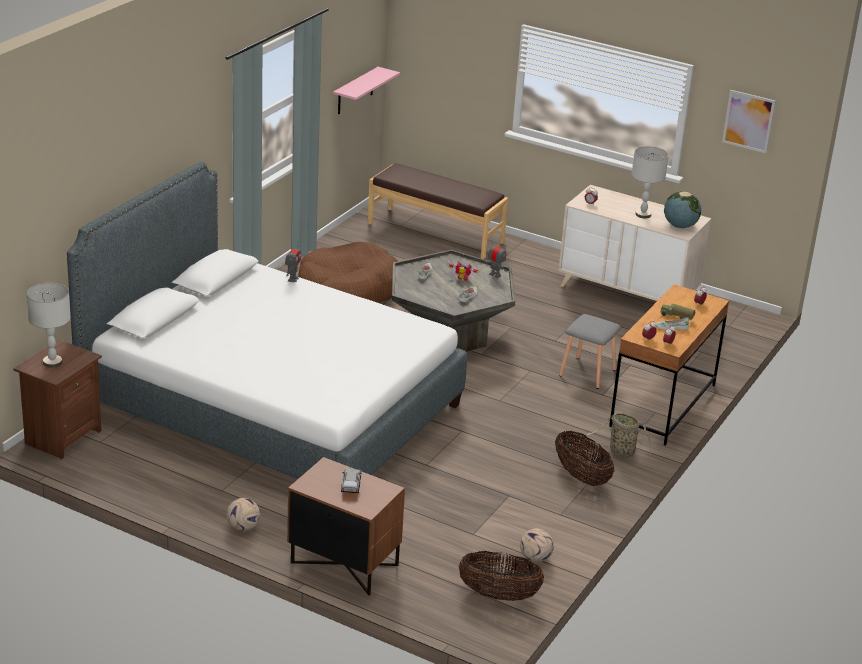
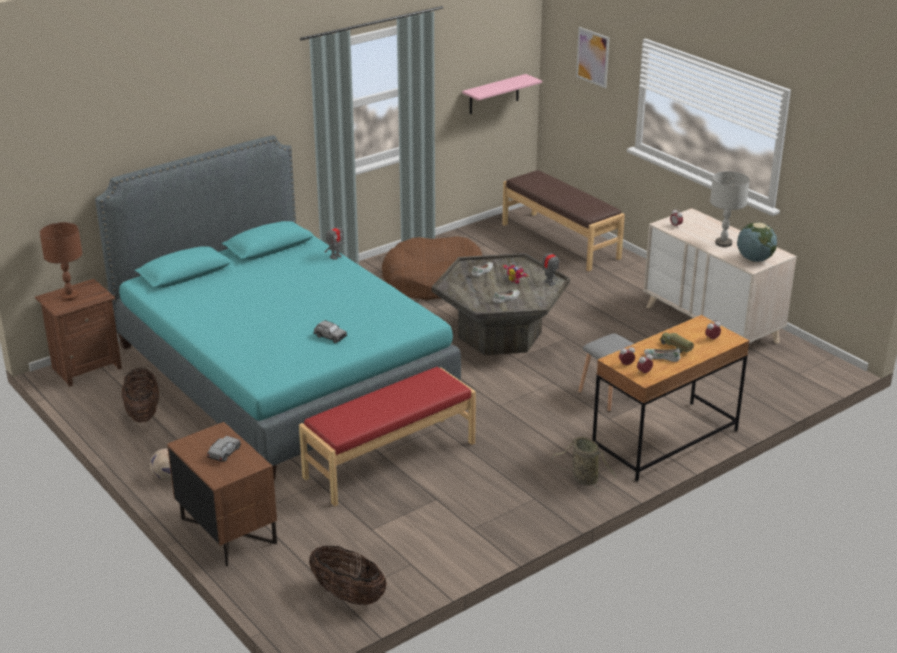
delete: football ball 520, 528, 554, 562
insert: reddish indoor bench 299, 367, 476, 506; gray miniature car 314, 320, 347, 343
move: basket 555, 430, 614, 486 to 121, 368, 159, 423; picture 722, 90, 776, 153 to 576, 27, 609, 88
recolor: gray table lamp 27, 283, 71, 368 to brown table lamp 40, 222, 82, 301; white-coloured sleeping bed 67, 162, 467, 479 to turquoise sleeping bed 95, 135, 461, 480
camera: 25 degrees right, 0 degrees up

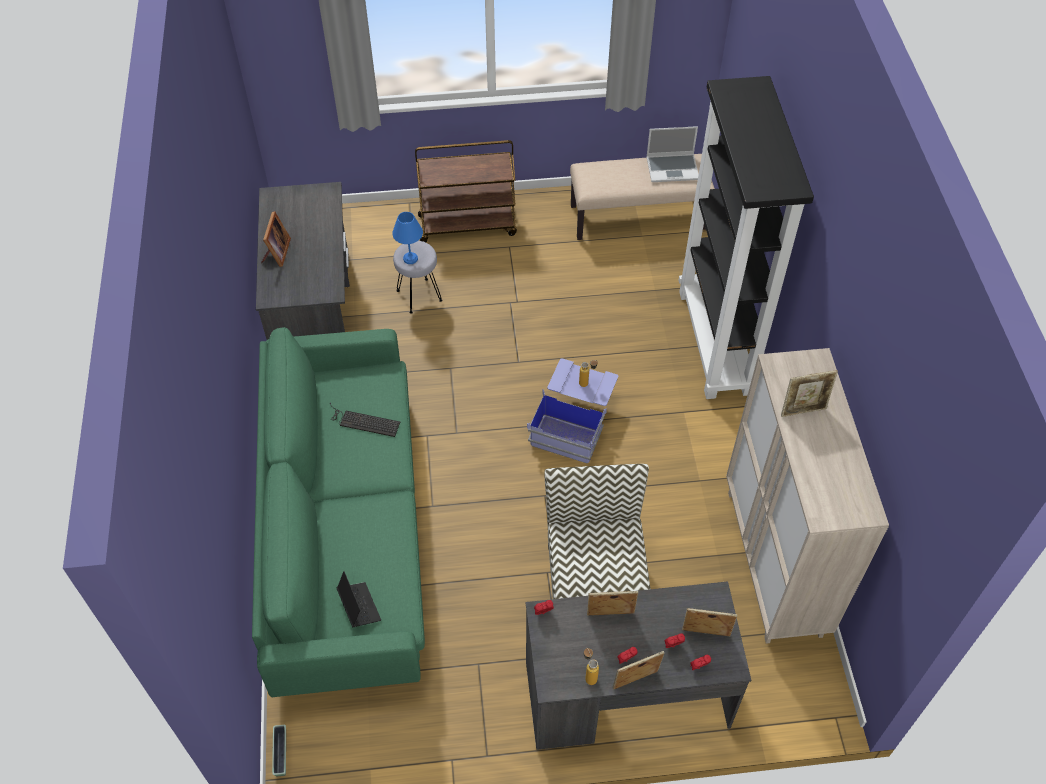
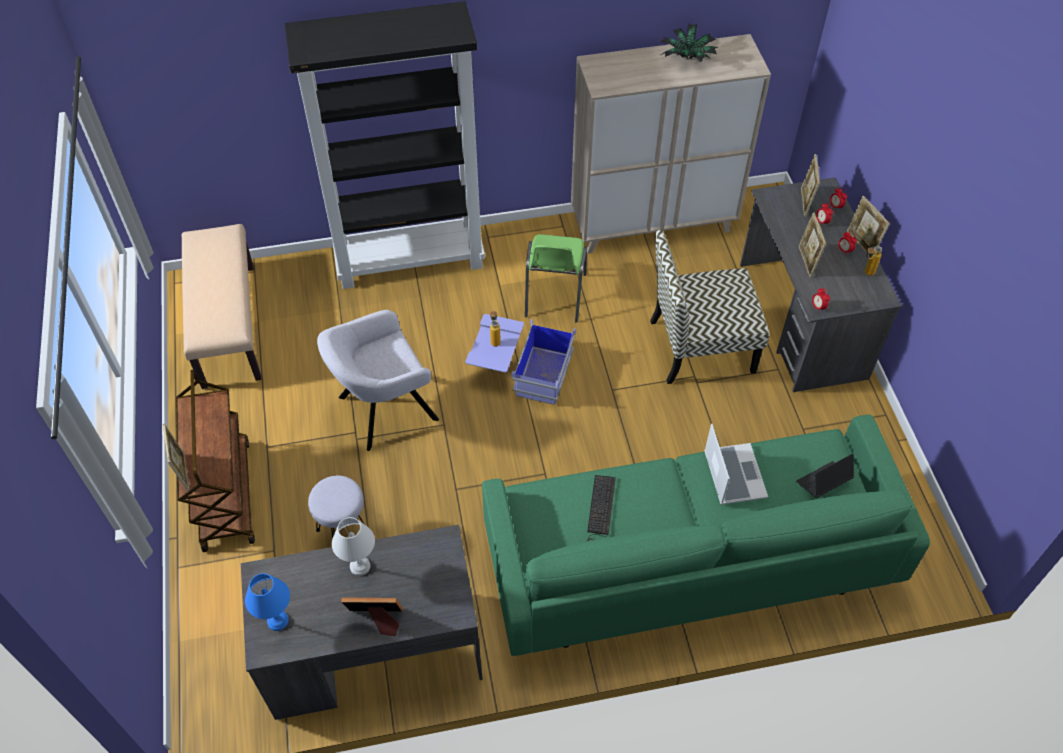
delete: flower pot 272, 725, 286, 776
insert: gray armchair 317, 310, 439, 451; white-coloured table lamp 332, 517, 375, 576; green chair 525, 234, 587, 323; houseplant 661, 23, 718, 62
move: blue table lamp 392, 212, 423, 264 to 245, 573, 290, 631; laptop 646, 126, 699, 182 to 704, 424, 768, 505; picture frame 781, 370, 838, 417 to 163, 424, 190, 491
camera: 95 degrees left, 0 degrees up

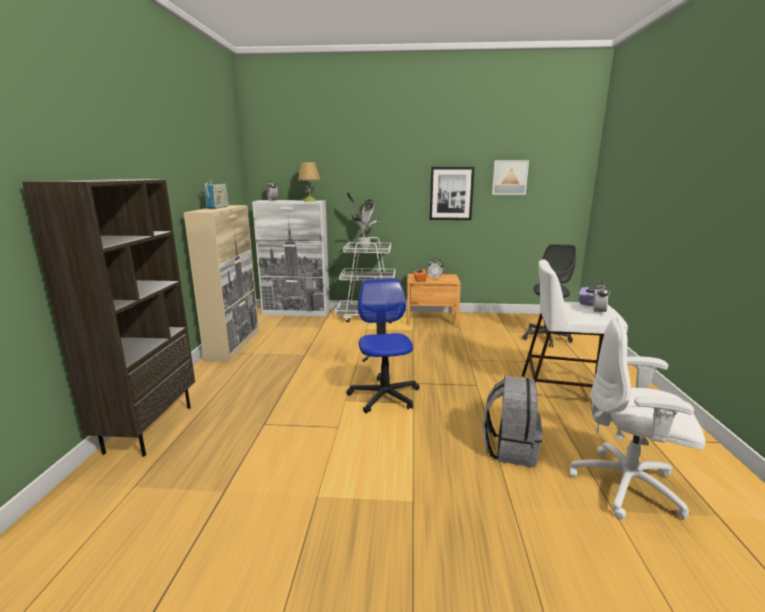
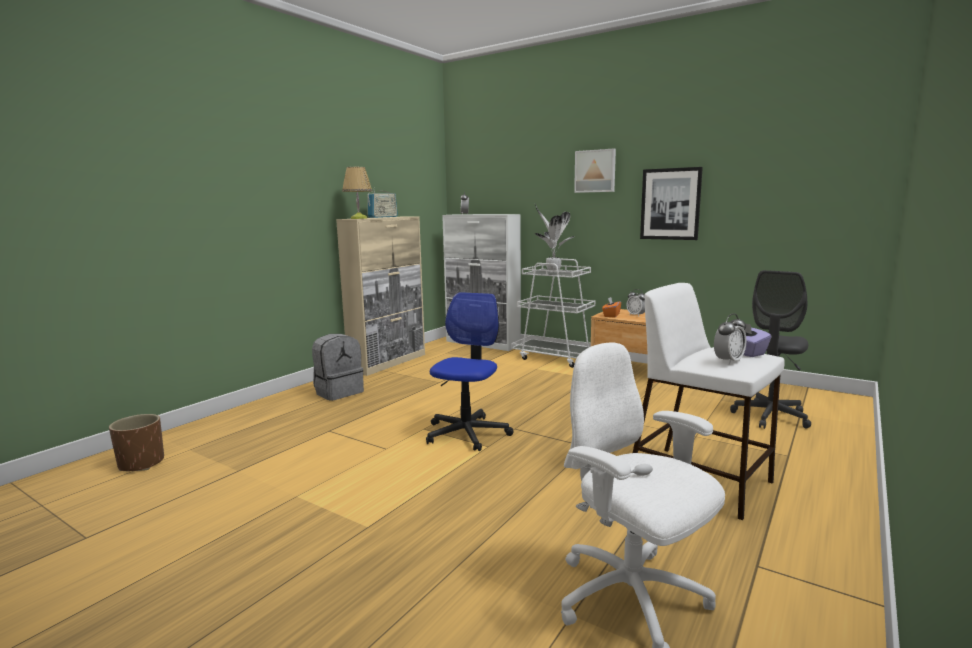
delete: brown bookcase 22, 179, 195, 457
insert: brown flower pot 109, 414, 164, 471
move: table lamp 298, 162, 320, 202 to 342, 167, 372, 219; gray rucksack 483, 376, 543, 467 to 312, 334, 364, 401; picture 492, 160, 529, 195 to 574, 148, 616, 193
camera: 30 degrees right, 5 degrees down

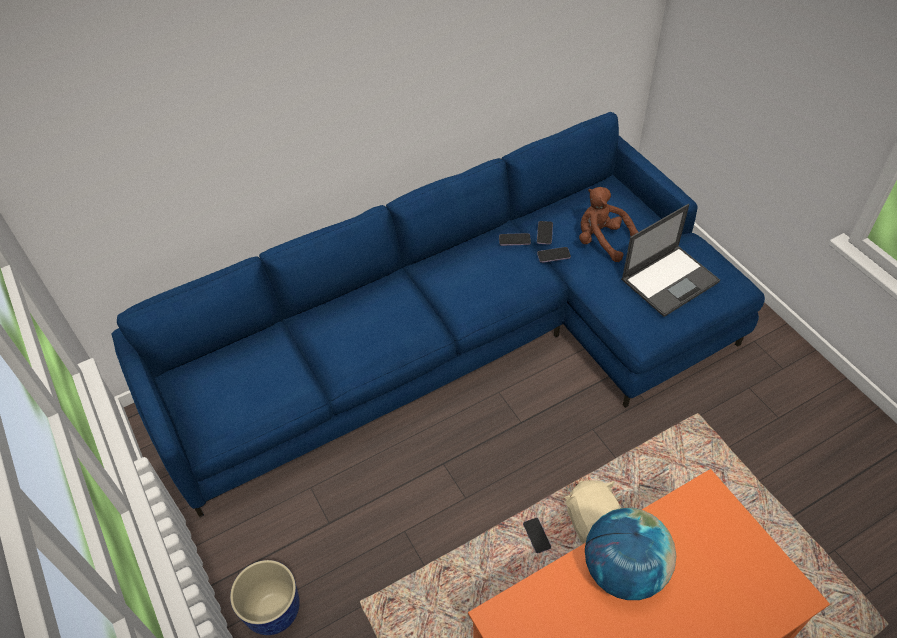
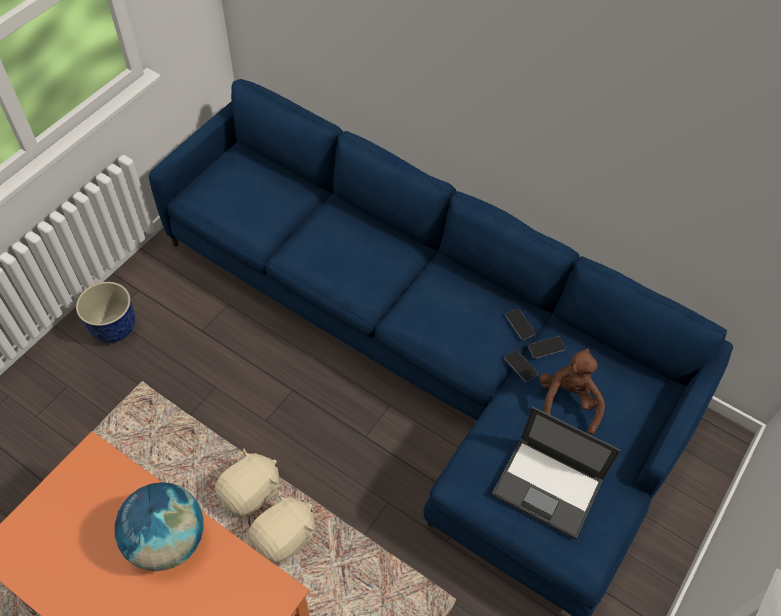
replace: phone 523, 518, 551, 553 to sand-coloured cuddly toy 215, 448, 279, 517
camera: 60 degrees right, 5 degrees up

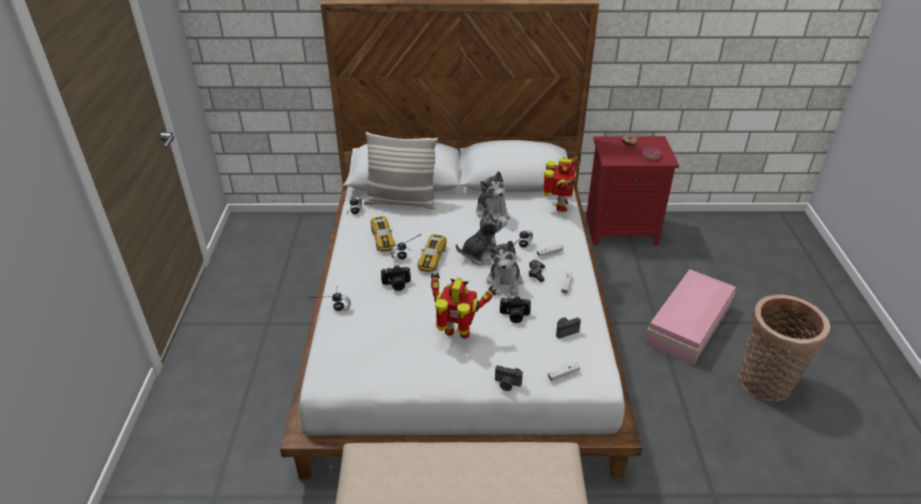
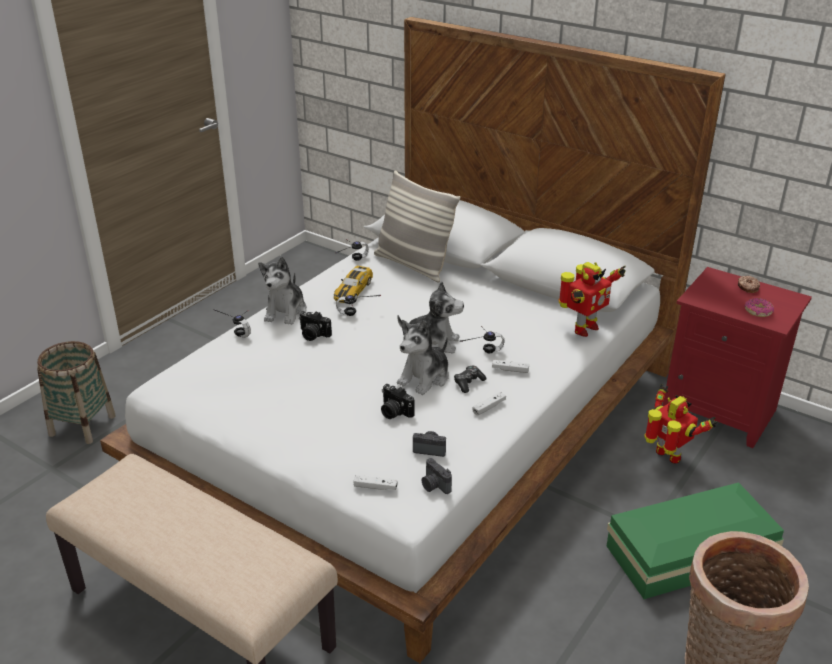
delete: miniature car 417, 234, 447, 272
insert: basket 37, 341, 116, 444
move: toy robot 431, 273, 497, 338 to 644, 384, 717, 464; cuddly toy 476, 171, 510, 220 to 258, 257, 307, 325; still camera 495, 366, 523, 391 to 422, 458, 452, 494
recolor: pinkish storage box 646, 269, 736, 366 to green storage box 607, 482, 784, 599
camera: 35 degrees right, 5 degrees down

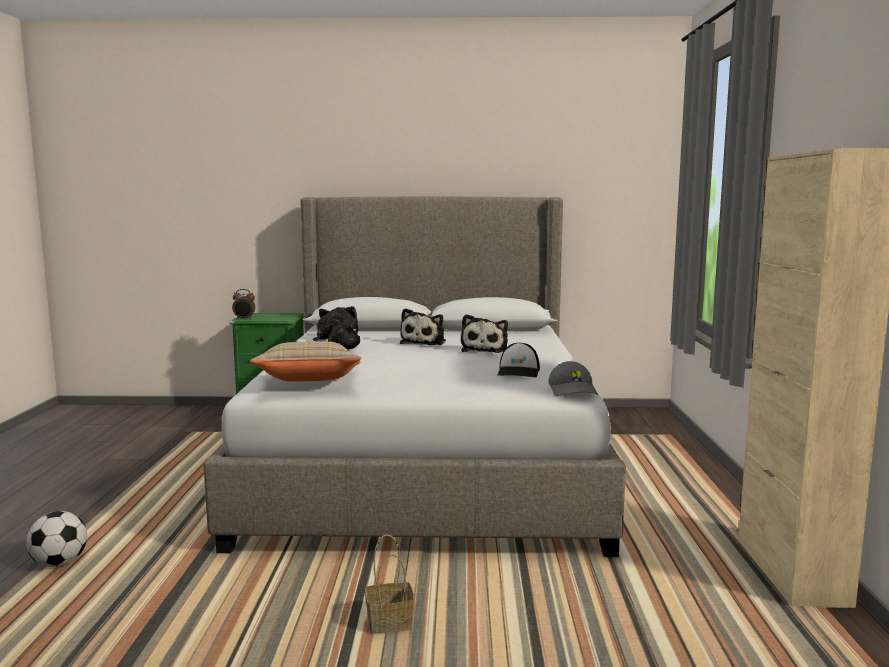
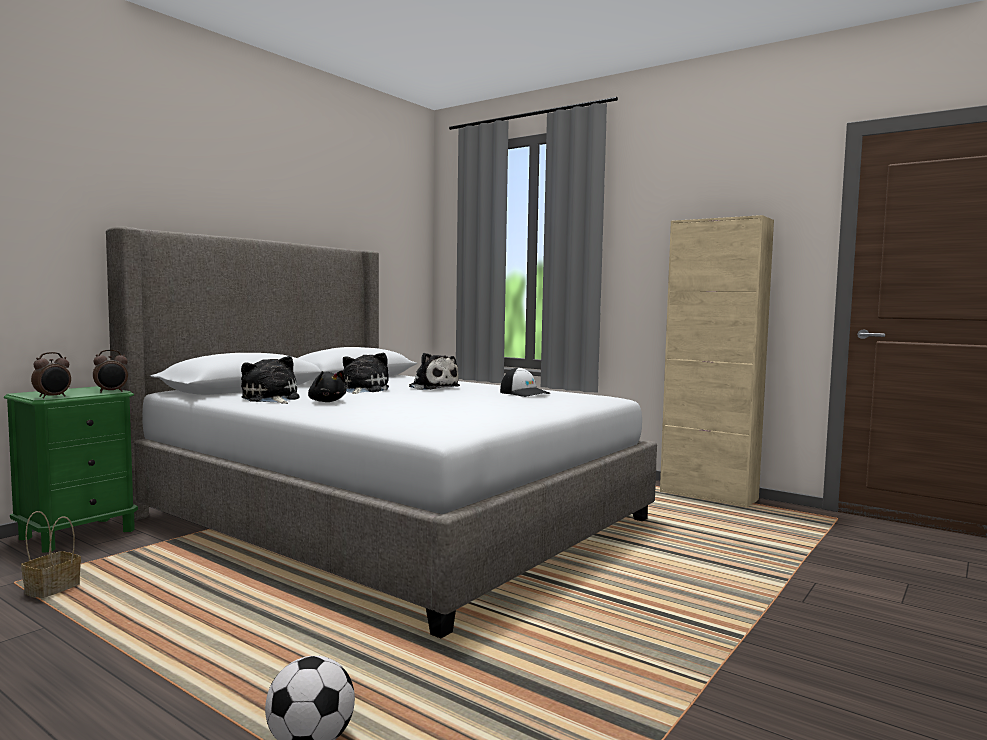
delete: sand-coloured throw pillow 250, 341, 362, 382; gray peaked cap 548, 361, 598, 396
insert: bedside clock 93, 350, 128, 393
move: basket 365, 534, 414, 634 to 21, 511, 81, 598
rotate: cuddly toy 400, 308, 446, 345 = 343, 353, 389, 394 135 degrees counterclockwise
camera: 55 degrees left, 5 degrees down

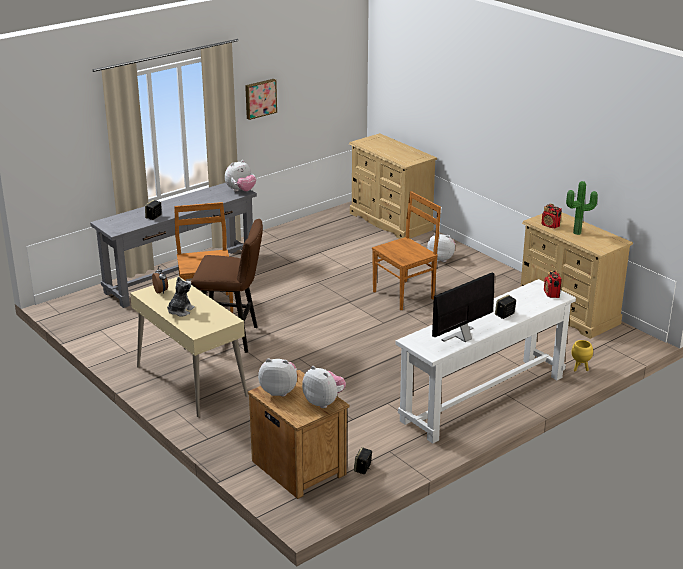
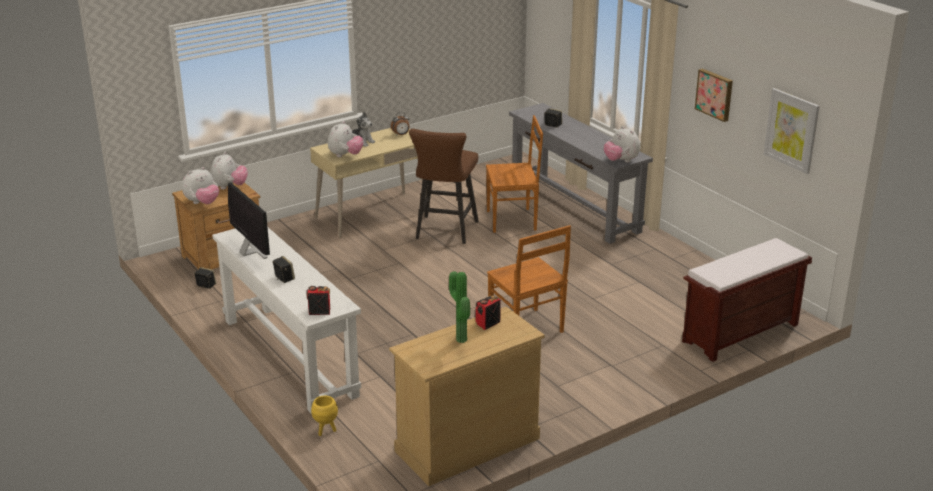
insert: picture 764, 88, 819, 174
move: cuddly toy 427, 233, 455, 262 to 328, 121, 363, 157
replace: sand-coloured chest of drawers 349, 133, 437, 239 to brown indoor bench 682, 238, 812, 362
camera: 95 degrees right, 0 degrees up

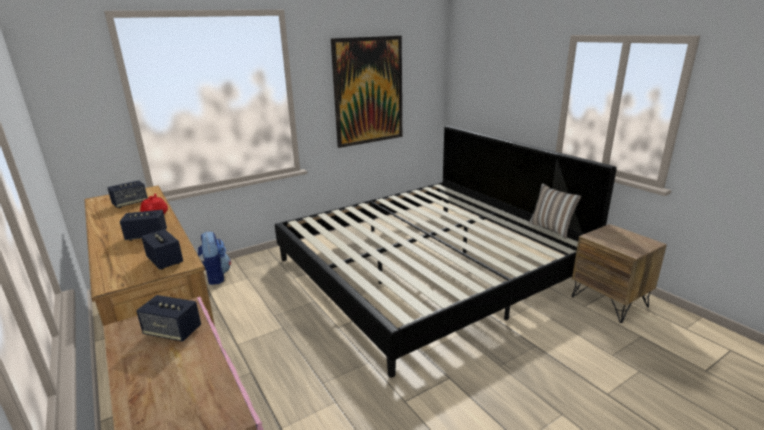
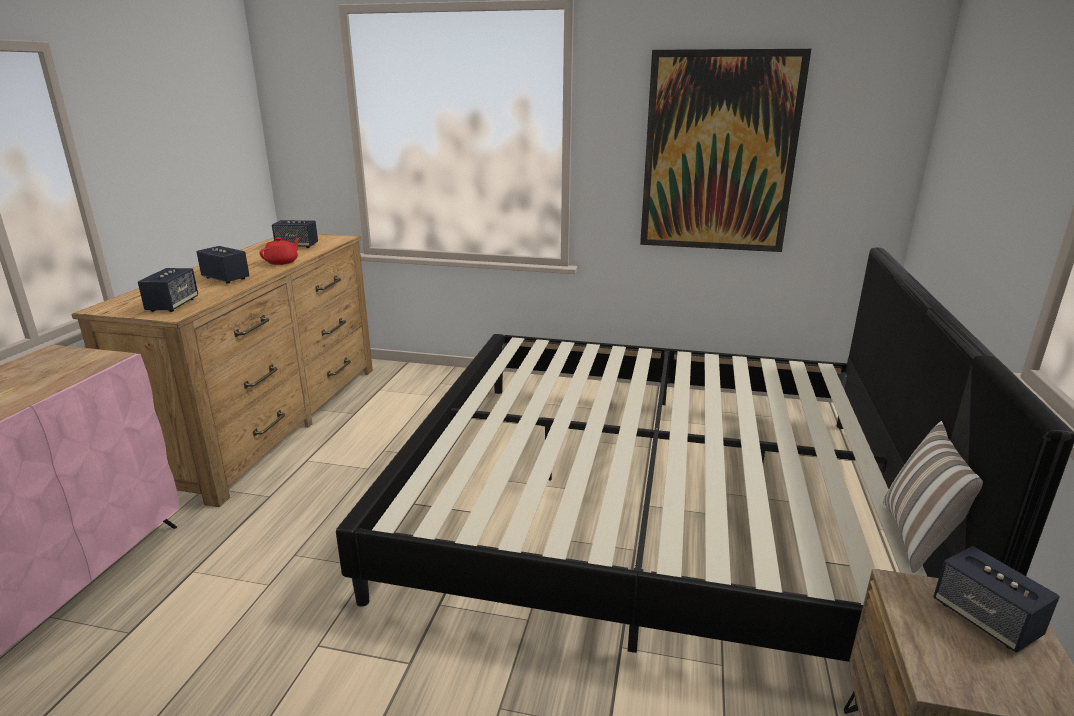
delete: rucksack 198, 232, 231, 285
move: speaker 136, 295, 201, 342 to 933, 546, 1060, 653
camera: 45 degrees right, 0 degrees up

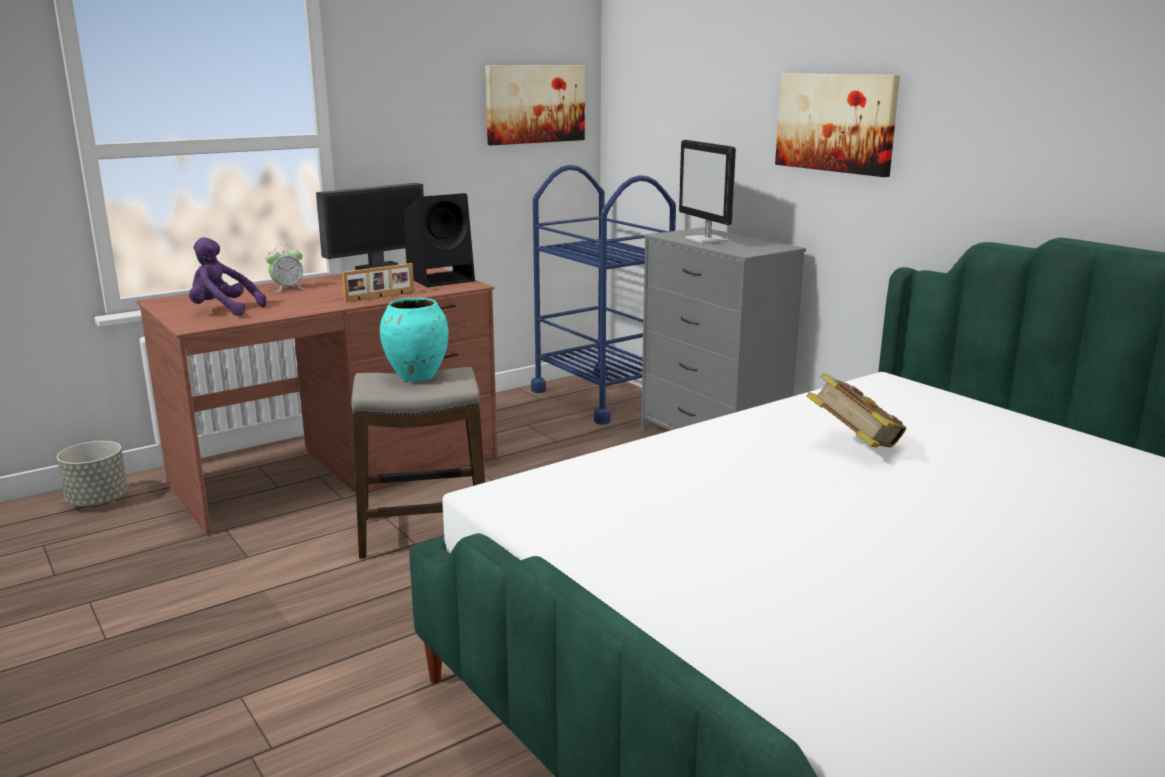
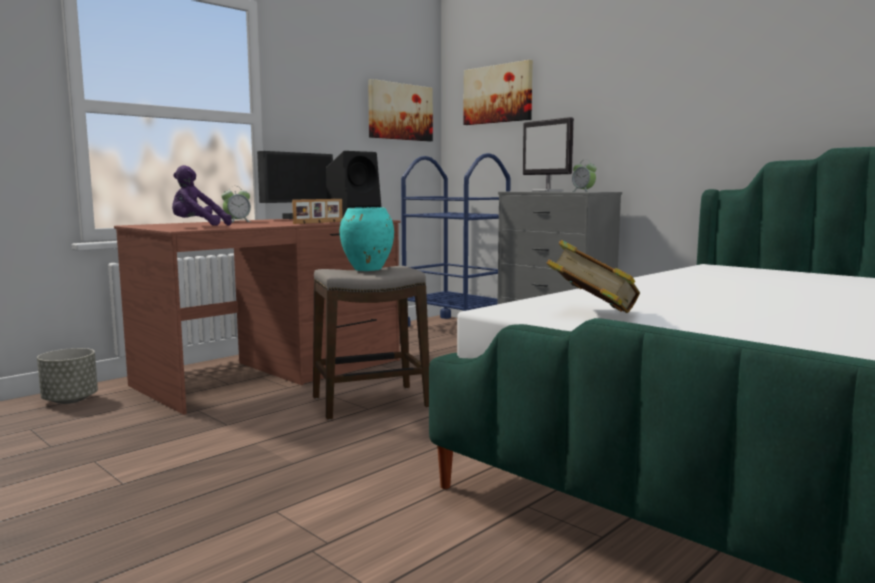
insert: bedside clock 571, 160, 597, 192
move: picture 775, 73, 900, 177 to 463, 60, 533, 125; book 807, 373, 906, 448 to 547, 240, 640, 313
camera: 10 degrees left, 10 degrees down

